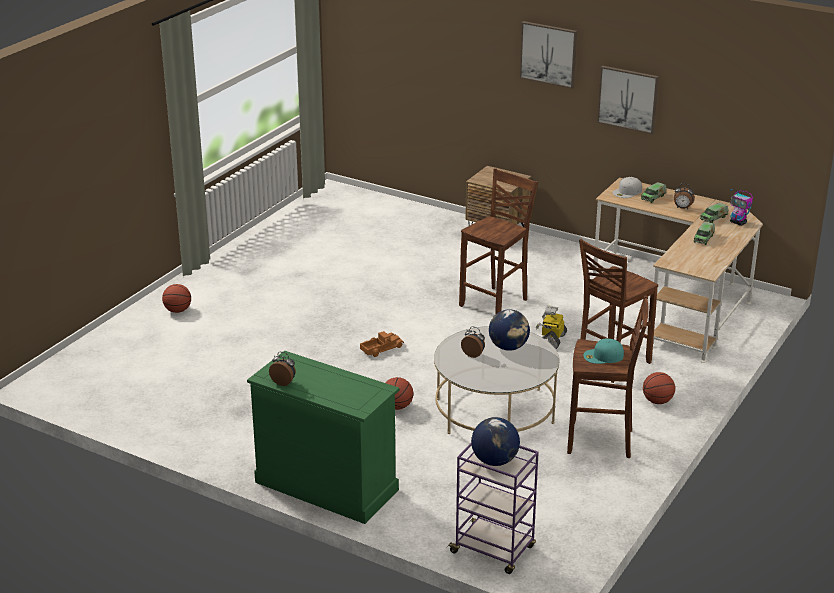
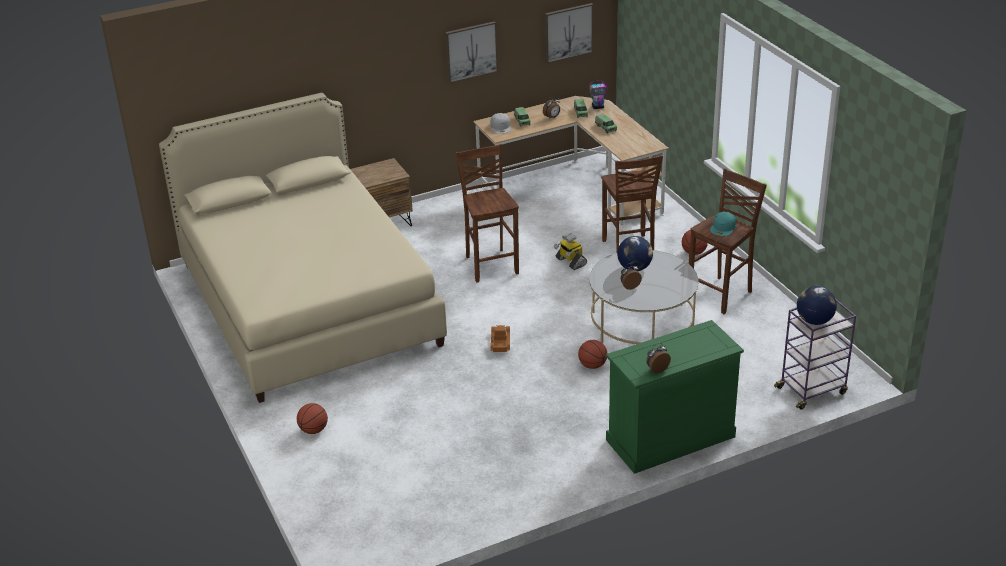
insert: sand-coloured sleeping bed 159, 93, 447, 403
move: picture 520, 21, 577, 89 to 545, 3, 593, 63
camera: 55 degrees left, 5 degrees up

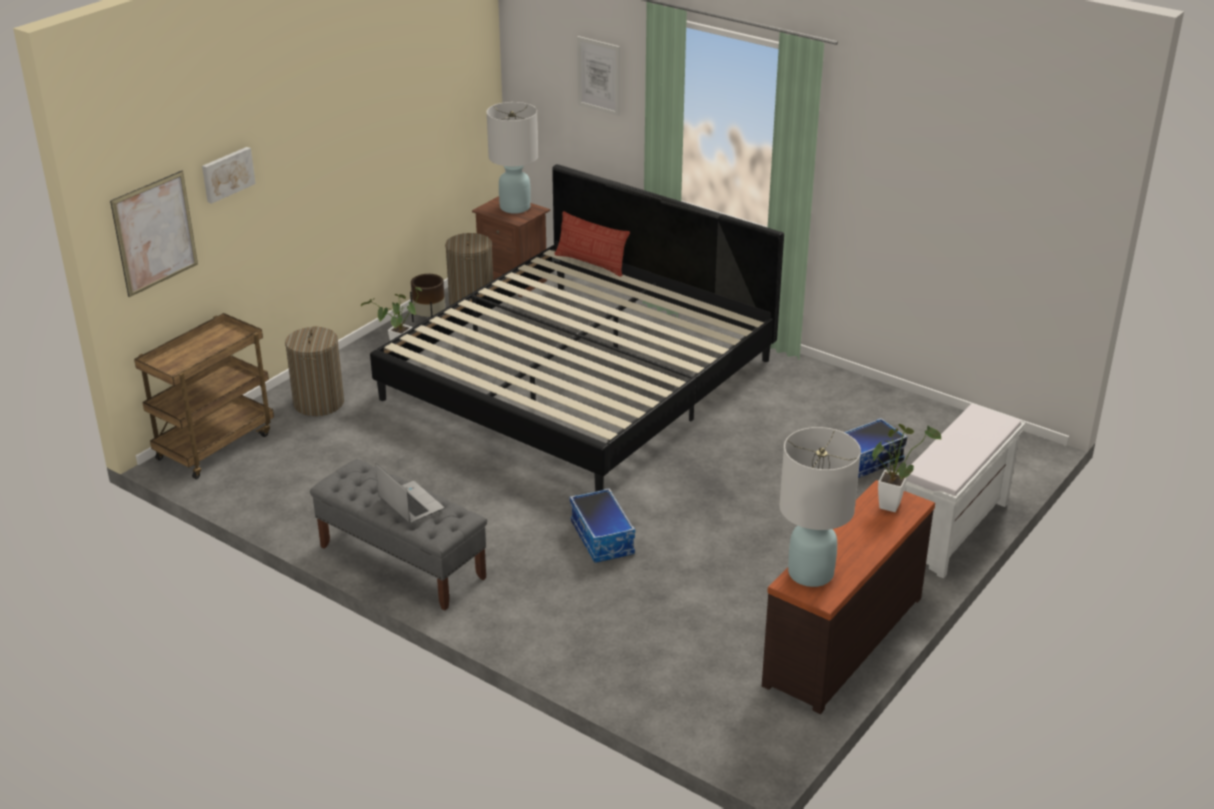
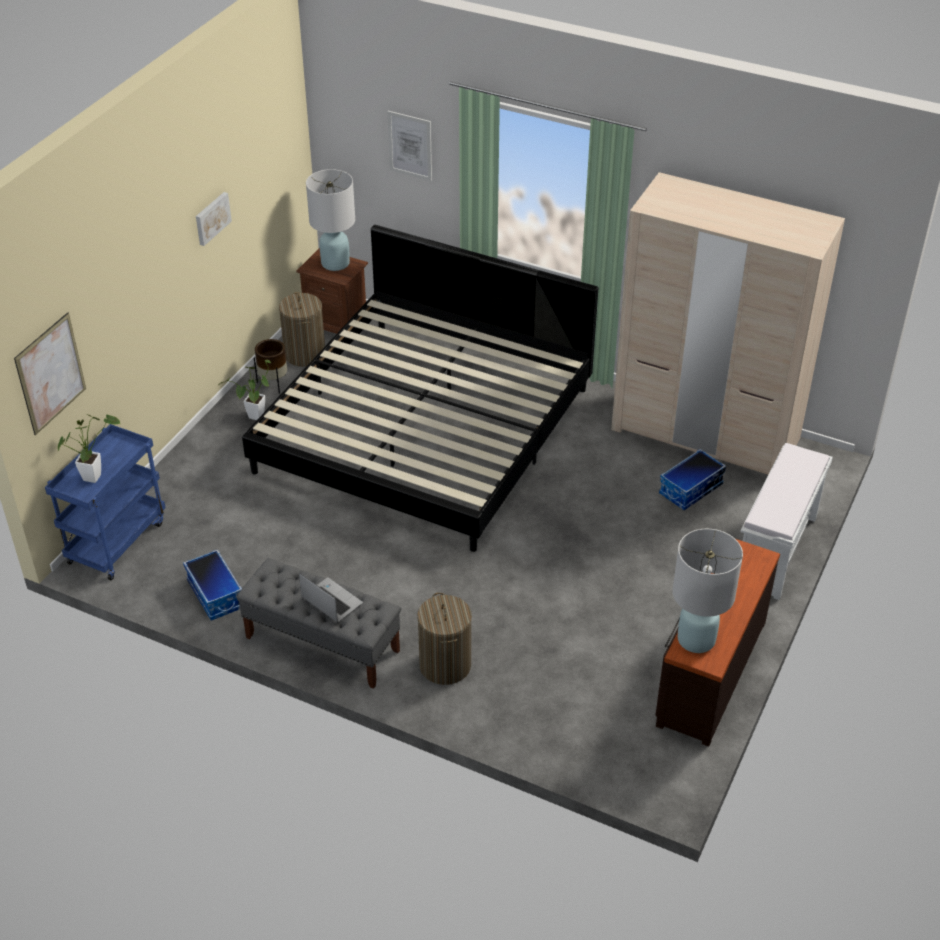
delete: throw pillow 554, 211, 630, 277
insert: sand-coloured clothes cupboard 611, 172, 845, 475
move: picture 202, 147, 256, 204 to 196, 192, 232, 246; washing basket 285, 326, 344, 416 to 417, 592, 472, 685; storage box 570, 488, 635, 562 to 183, 549, 242, 621; houseplant 871, 424, 941, 512 to 58, 414, 120, 483
recolor: brown cart 134, 313, 274, 479 to blue cart 45, 424, 166, 581
camera: 10 degrees left, 10 degrees up

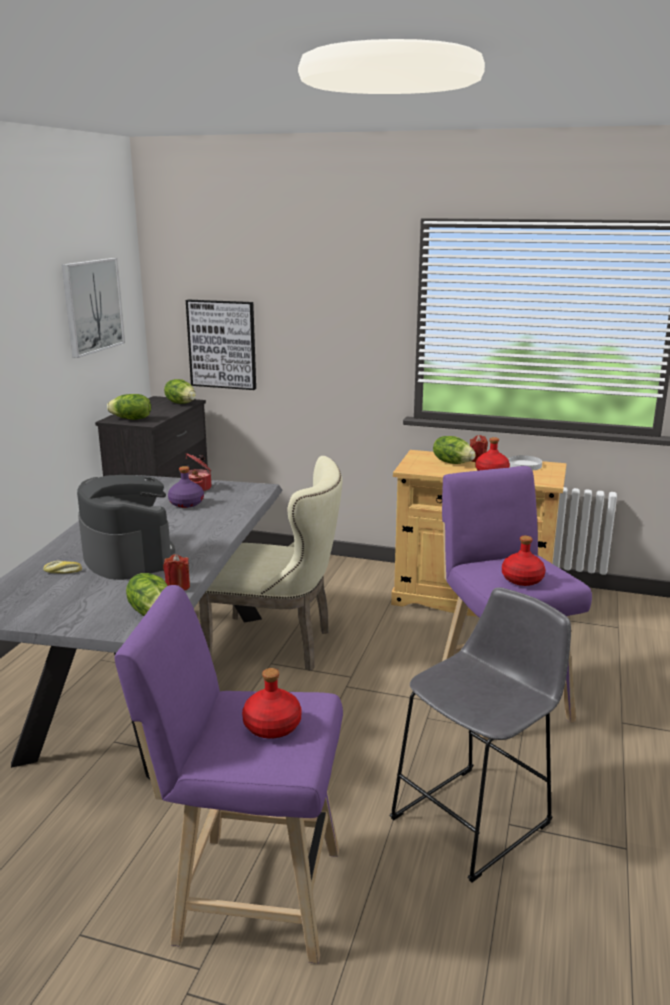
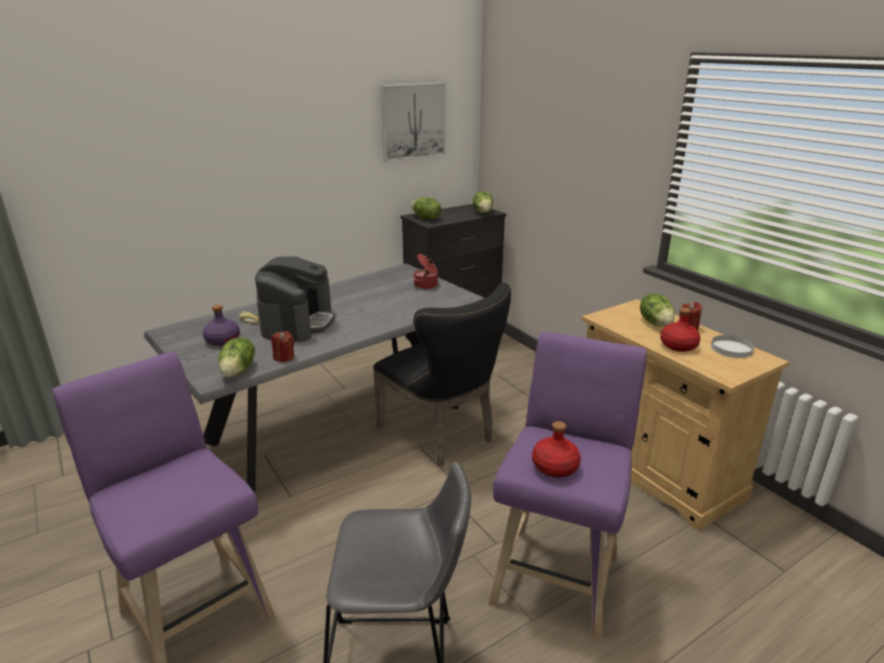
delete: picture 186, 300, 256, 390; reddish bottle 242, 668, 302, 738
move: purple bottle 168, 466, 204, 508 to 203, 305, 240, 346
recolor: sand-coloured chair 199, 456, 342, 671 to black-coloured chair 373, 283, 511, 467
camera: 40 degrees right, 5 degrees up

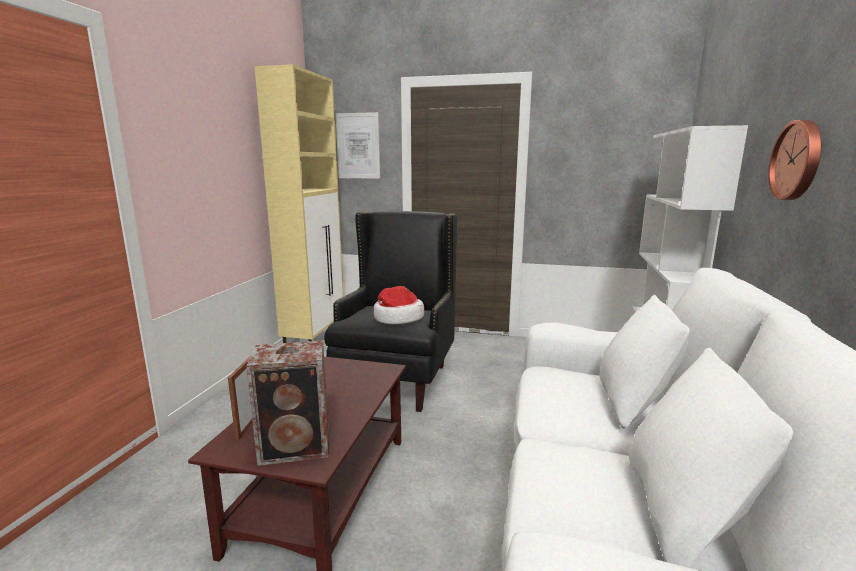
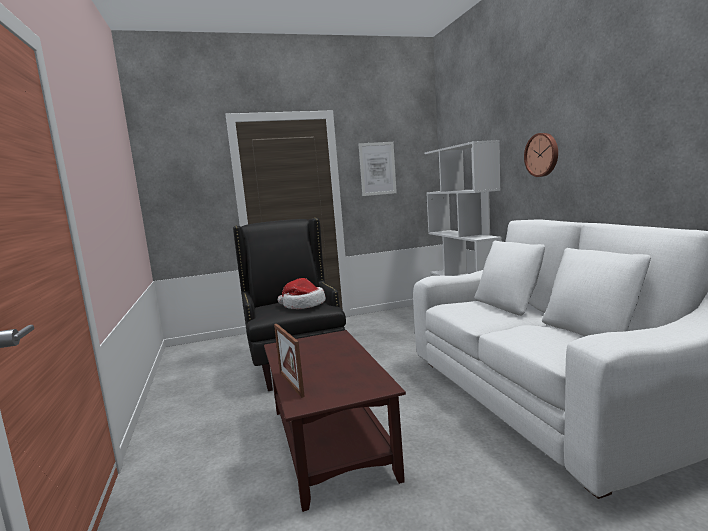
delete: speaker 246, 340, 329, 466; sand-coloured cabinet 255, 64, 344, 343
move: picture 335, 112, 380, 179 to 359, 142, 397, 196
camera: 30 degrees left, 5 degrees down

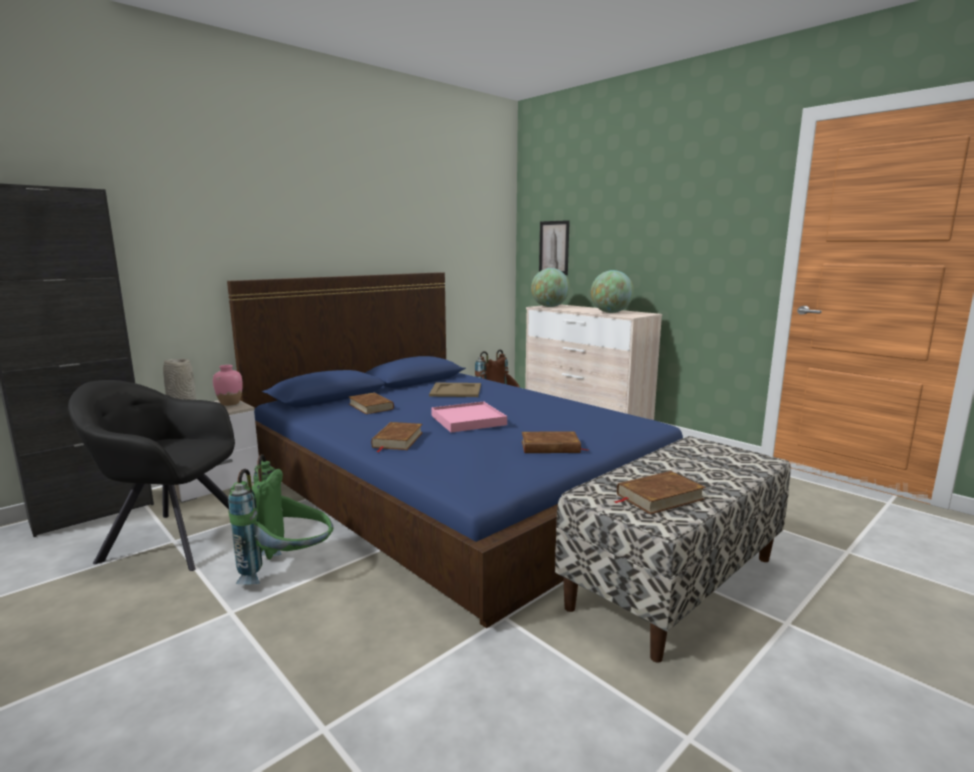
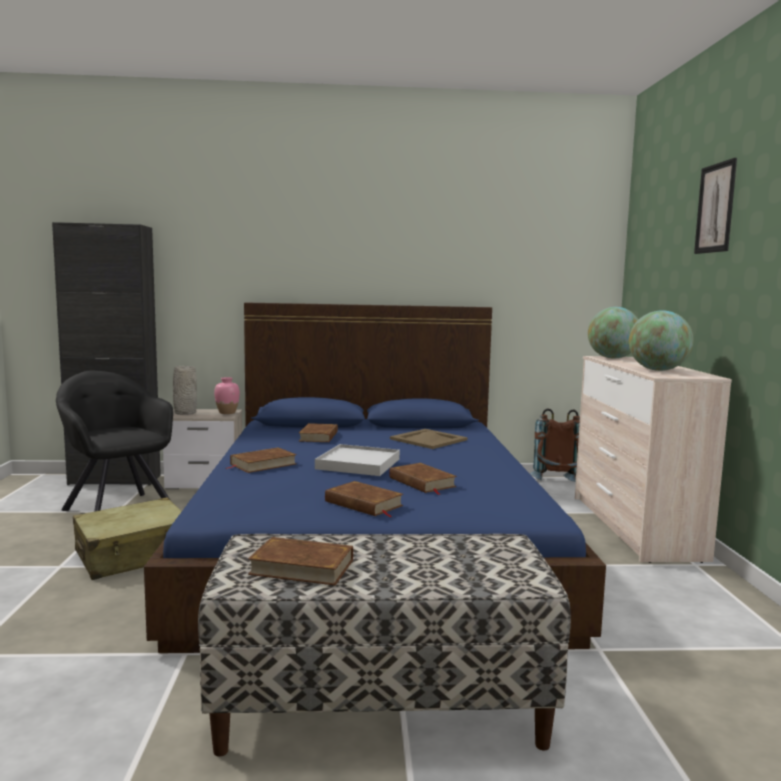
insert: brown book 389, 463, 457, 495
move: picture 539, 220, 570, 275 to 694, 158, 737, 254
replace: green rucksack 228, 454, 333, 585 to sand-coloured travel case 73, 498, 182, 580
recolor: pinkish serving tray 431, 401, 507, 433 to white-coloured serving tray 315, 444, 400, 476
camera: 40 degrees right, 5 degrees down

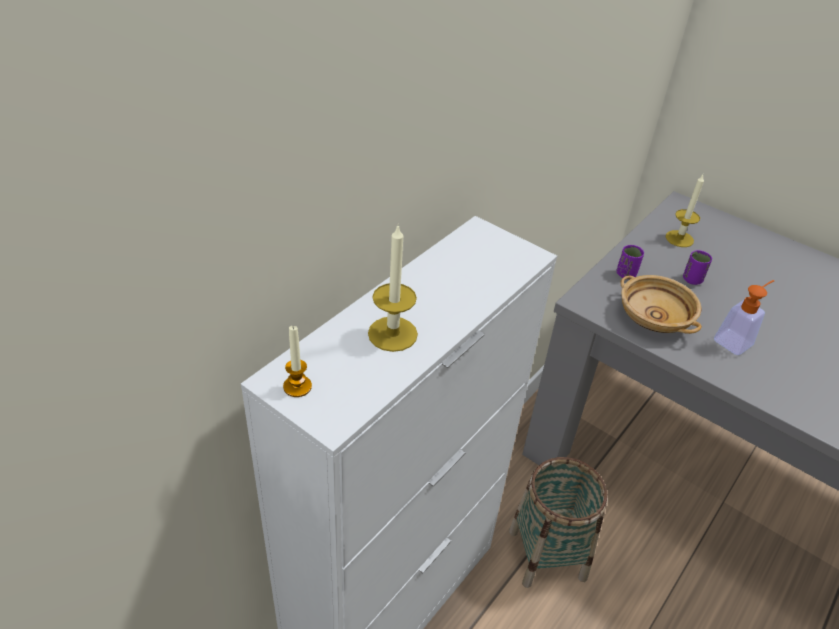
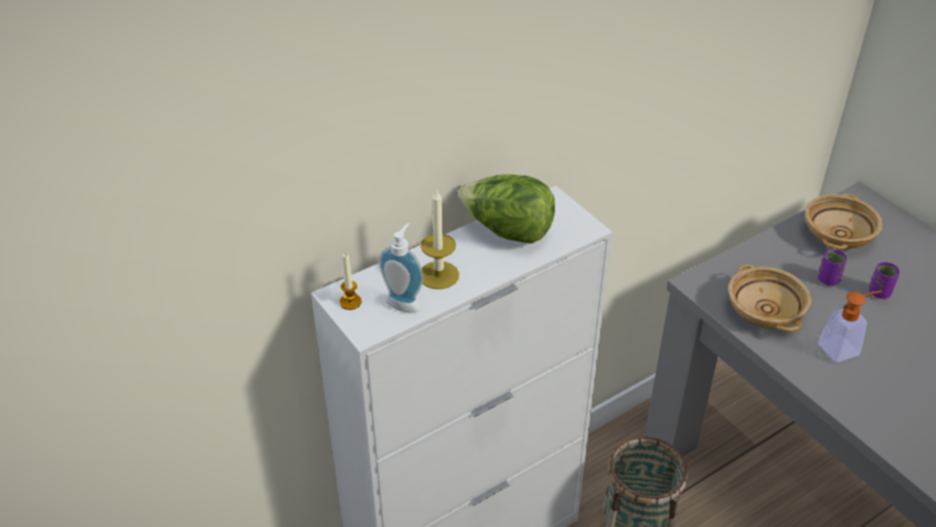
insert: soap bottle 379, 223, 423, 313; head of lettuce 458, 174, 555, 243
move: purple drinking cup 617, 245, 644, 278 to 869, 262, 900, 299
replace: candle 666, 175, 704, 247 to sand-coloured serving bowl 805, 194, 883, 250
camera: 20 degrees right, 0 degrees up

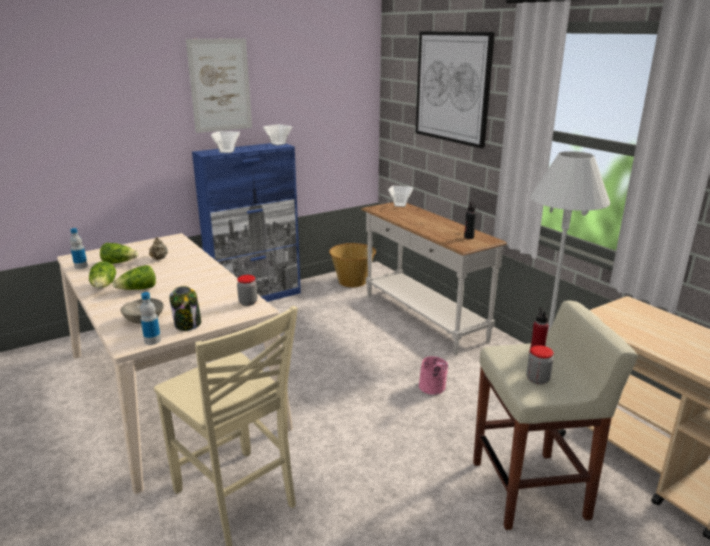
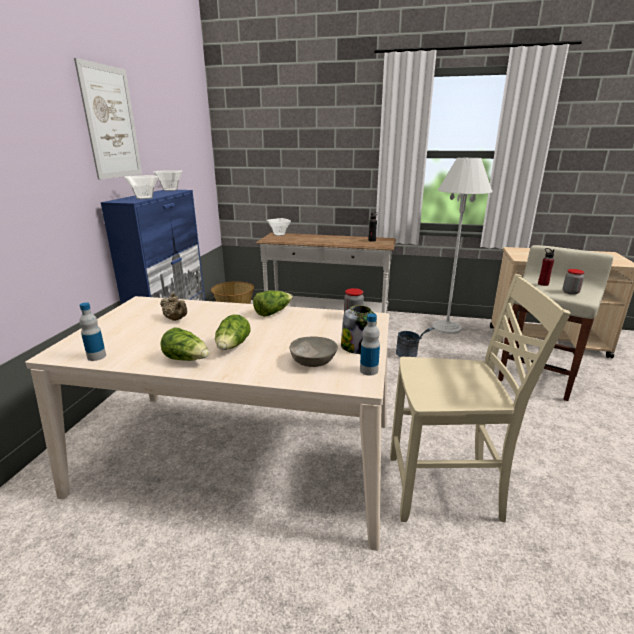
delete: picture 415, 31, 495, 149
move: head of lettuce 100, 243, 138, 264 to 253, 291, 293, 317
recolor: pinkish bucket 419, 356, 448, 395 to gray bucket 396, 327, 434, 357
camera: 45 degrees left, 0 degrees up

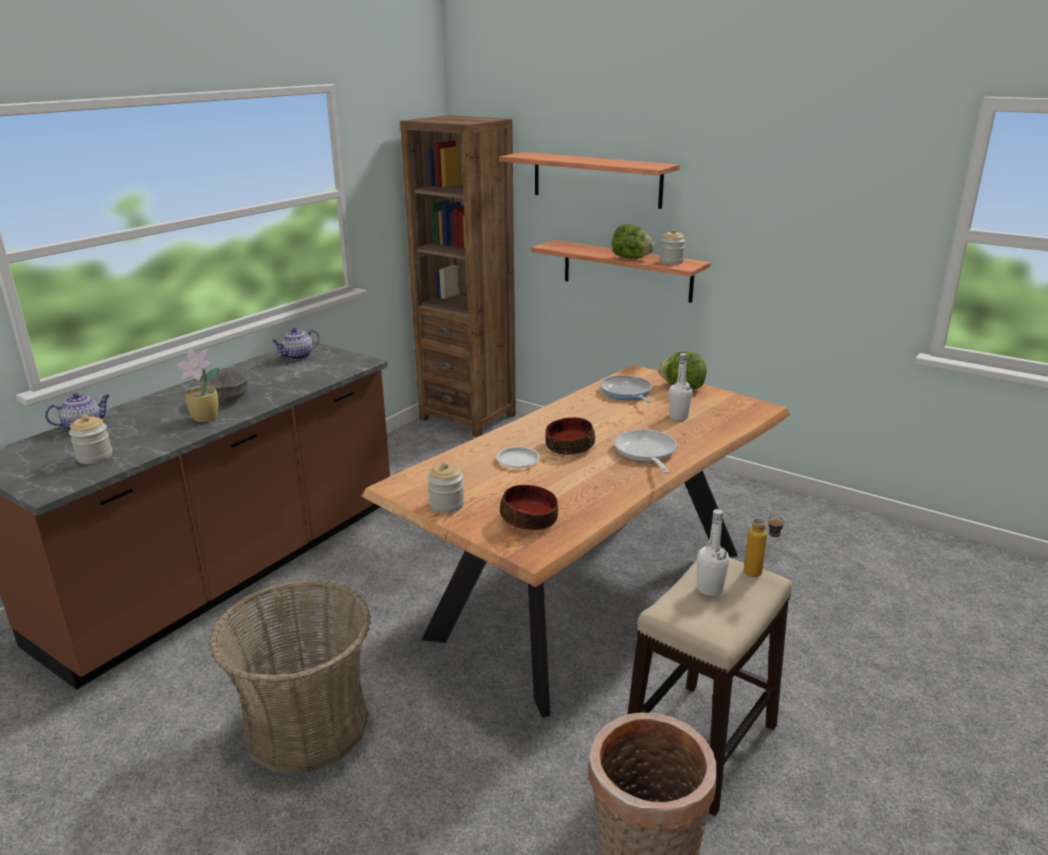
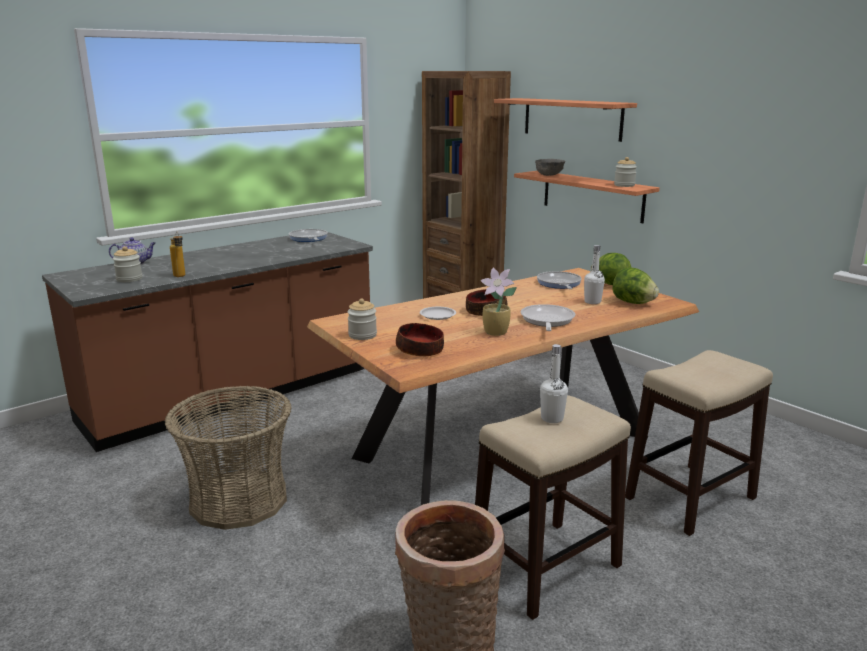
insert: stool seat 625, 350, 773, 536
move: houseplant 177, 349, 219, 422 to 480, 268, 517, 336; gray serving bowl 200, 371, 249, 403 to 535, 159, 565, 176; head of lettuce 612, 224, 654, 259 to 613, 267, 659, 304; bottle 744, 515, 784, 577 to 170, 231, 185, 277
replace: teapot 272, 328, 320, 360 to pan 289, 229, 328, 242
camera: 15 degrees right, 5 degrees down

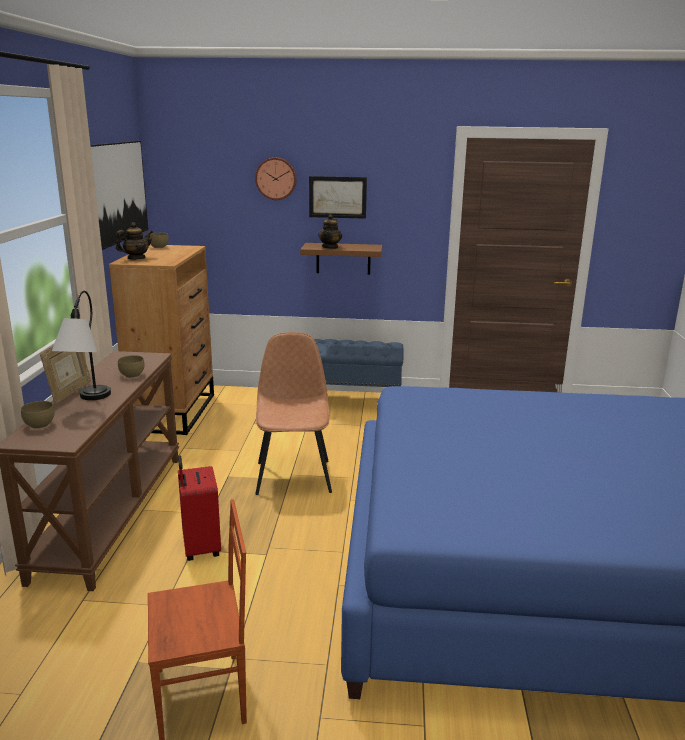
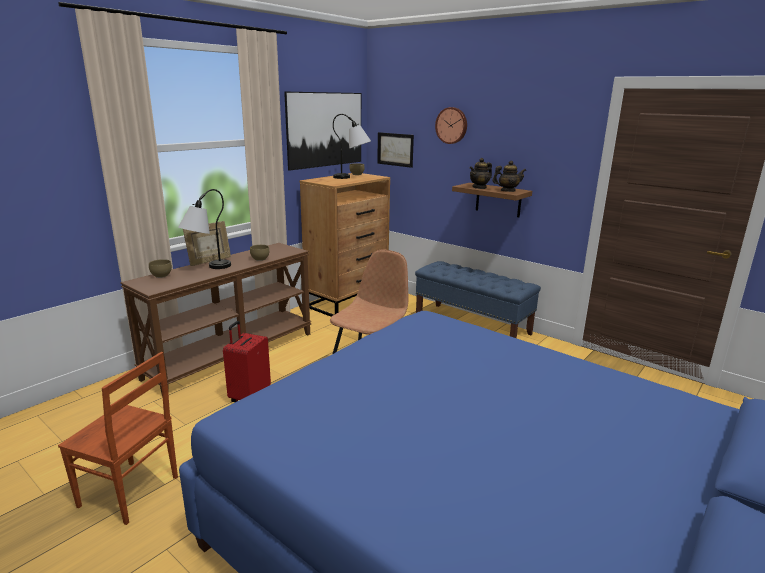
insert: table lamp 333, 114, 371, 179
move: teapot 116, 222, 153, 259 to 492, 160, 526, 192; picture 309, 176, 367, 219 to 377, 132, 414, 168
camera: 35 degrees right, 0 degrees up

